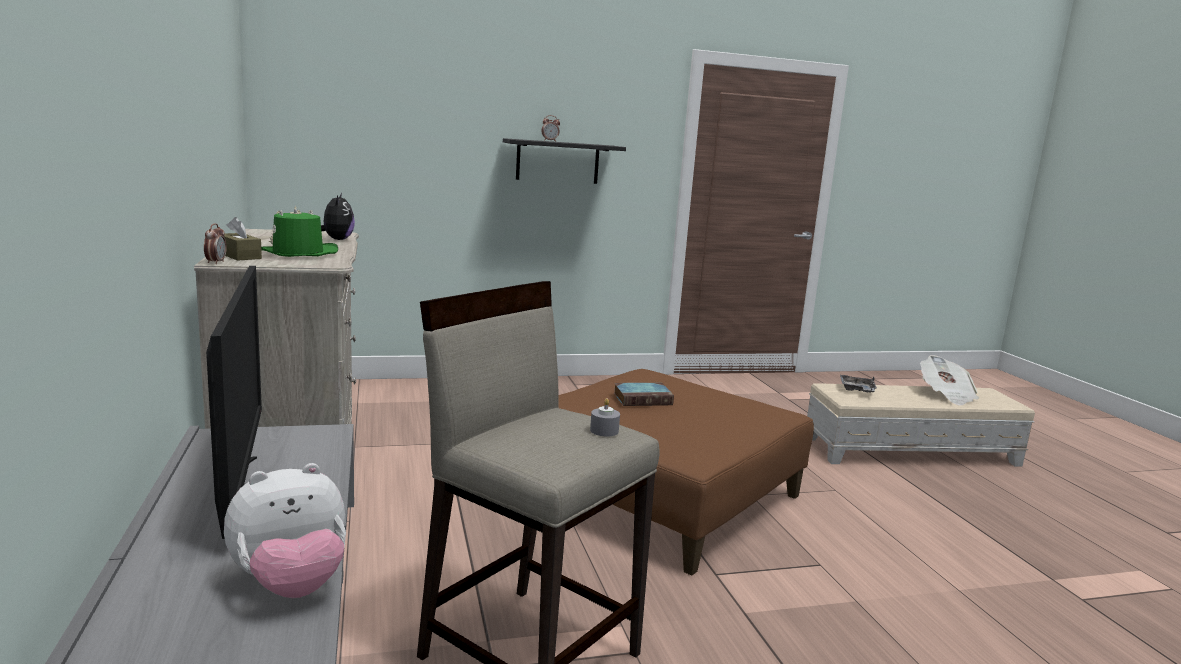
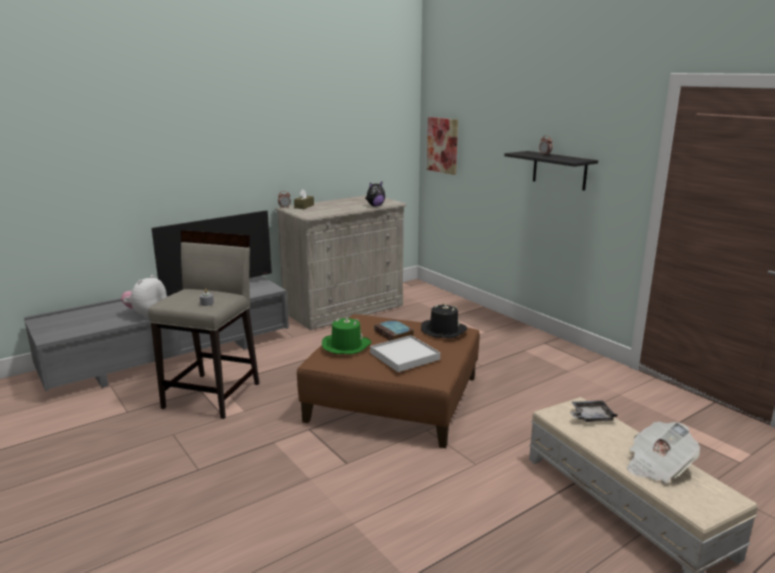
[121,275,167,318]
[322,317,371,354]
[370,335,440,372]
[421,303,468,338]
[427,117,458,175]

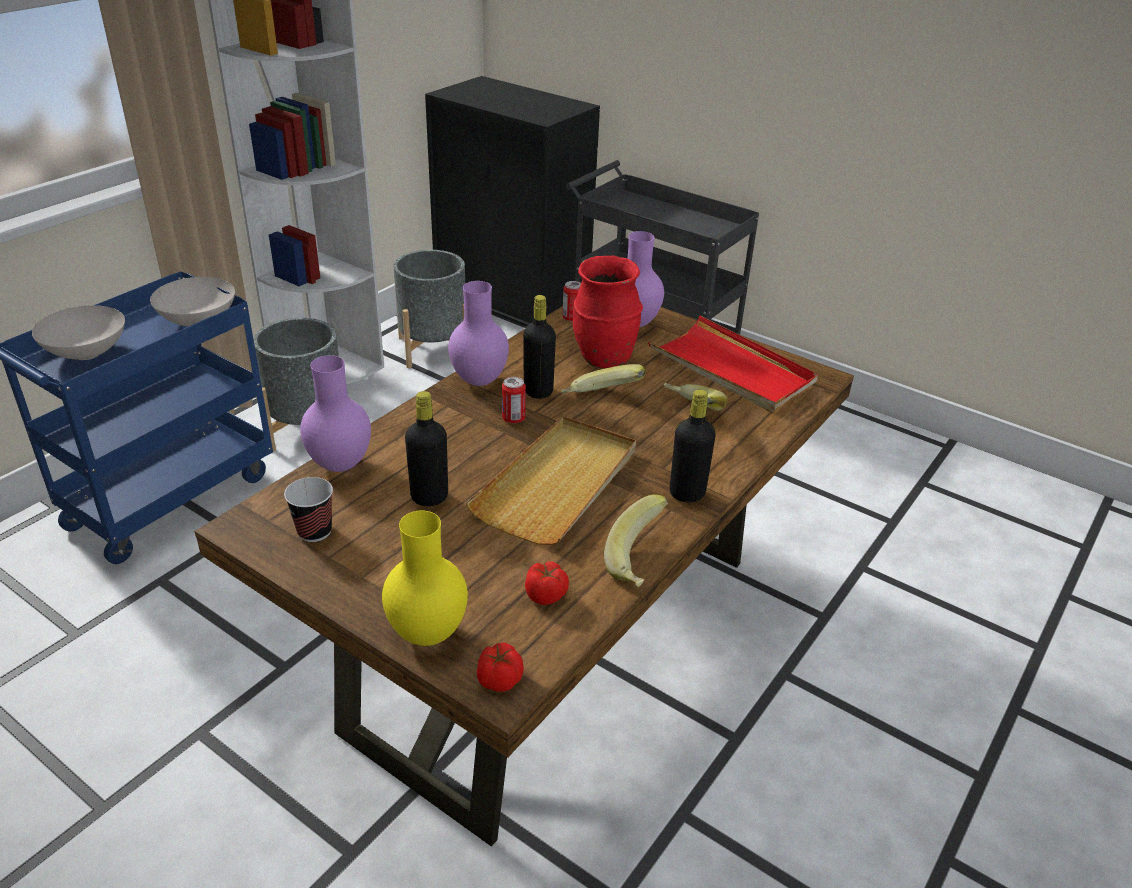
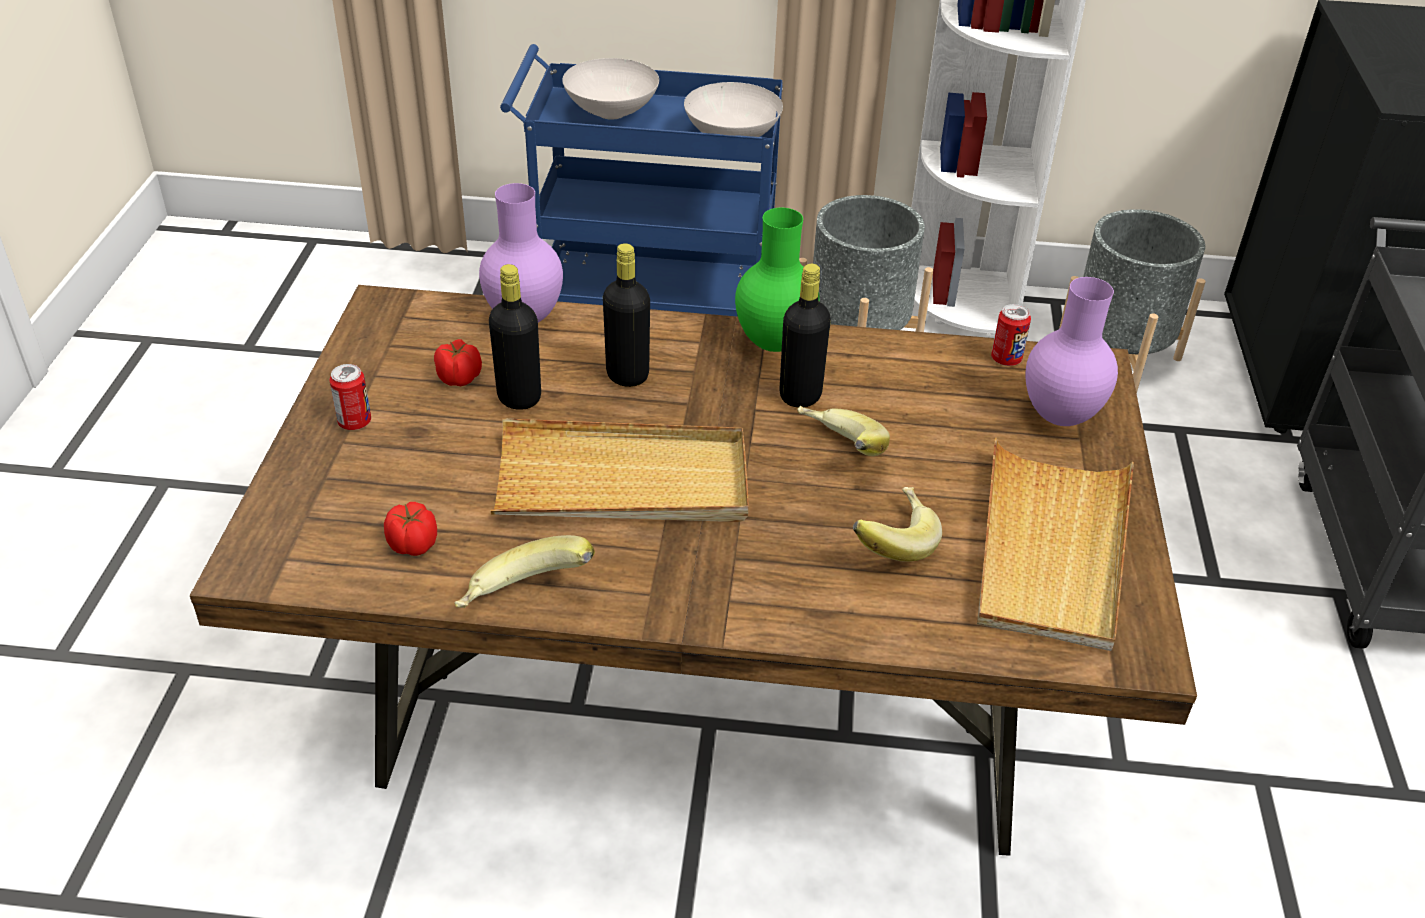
[284,477,333,542] (first image)
[382,510,468,646] (first image)
[735,207,820,352]
[434,339,482,386]
[329,364,371,430]
[573,256,643,368] (first image)
[977,438,1134,651]
[603,243,650,387]

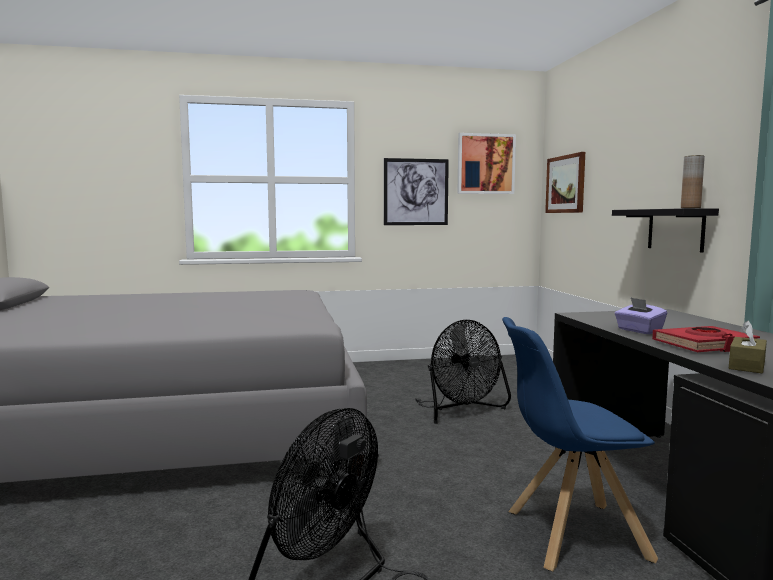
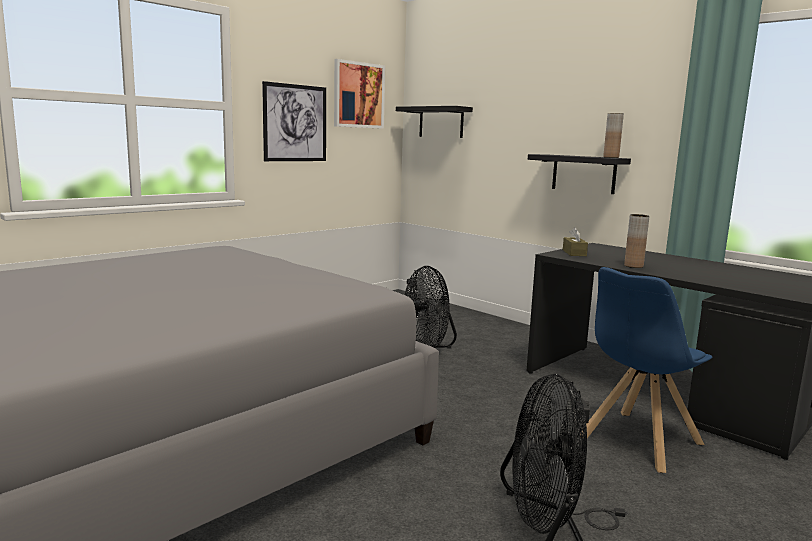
[396,106,473,138]
[624,214,650,268]
[652,326,760,352] (first image)
[563,227,588,256]

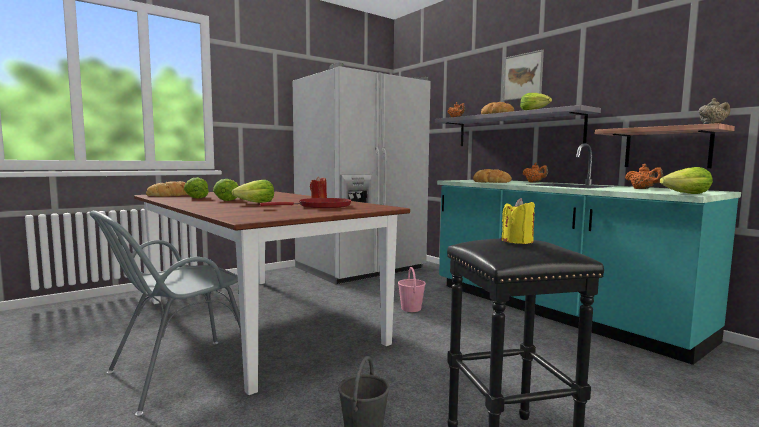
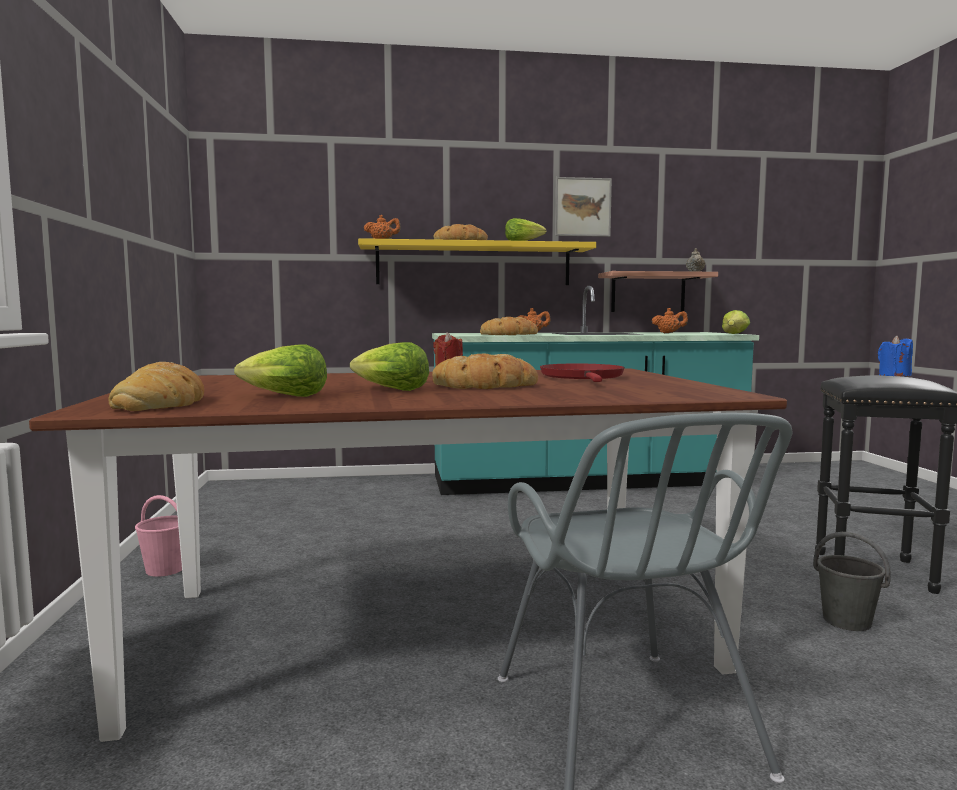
[432,353,538,389]
[293,62,431,285] (first image)
[135,495,182,577]
[358,238,596,285]
[878,336,913,376]
[555,177,612,237]

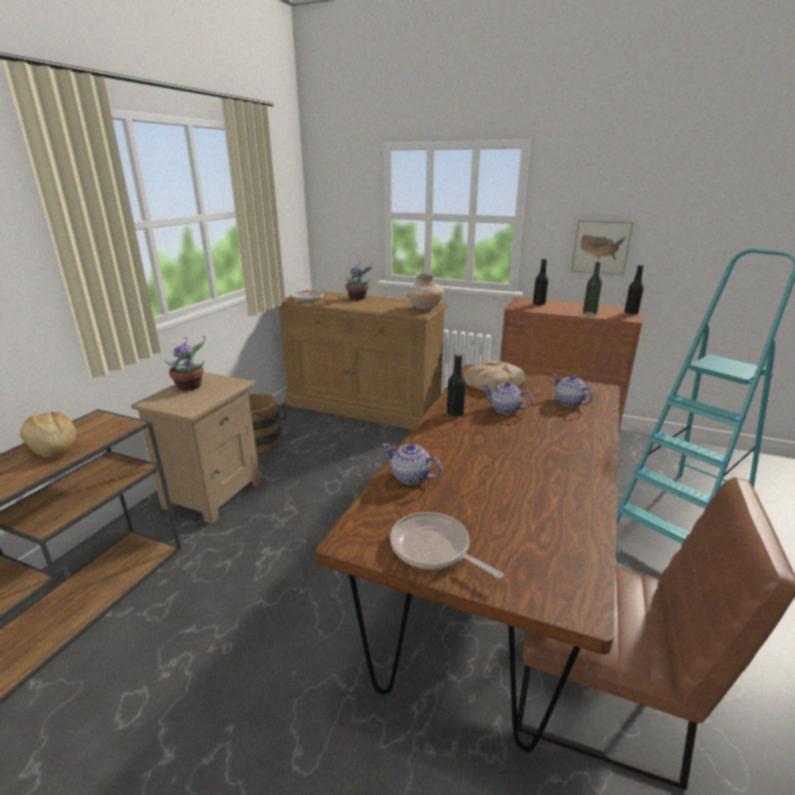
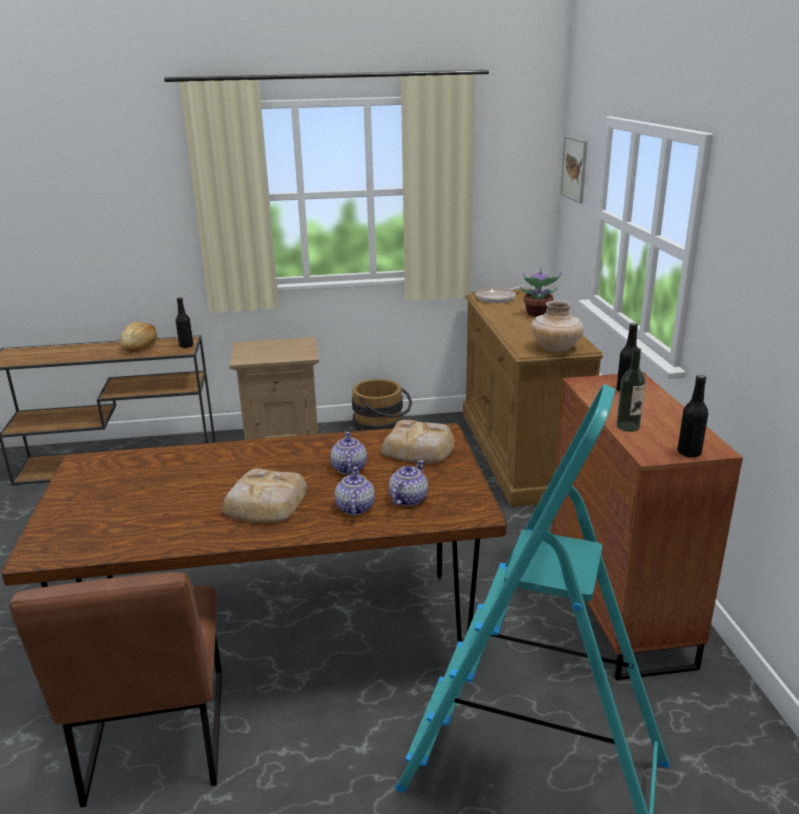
[164,336,205,391] (first image)
[335,467,375,516]
[390,512,504,579] (first image)
[176,297,193,348]
[561,136,588,203]
[222,468,307,523]

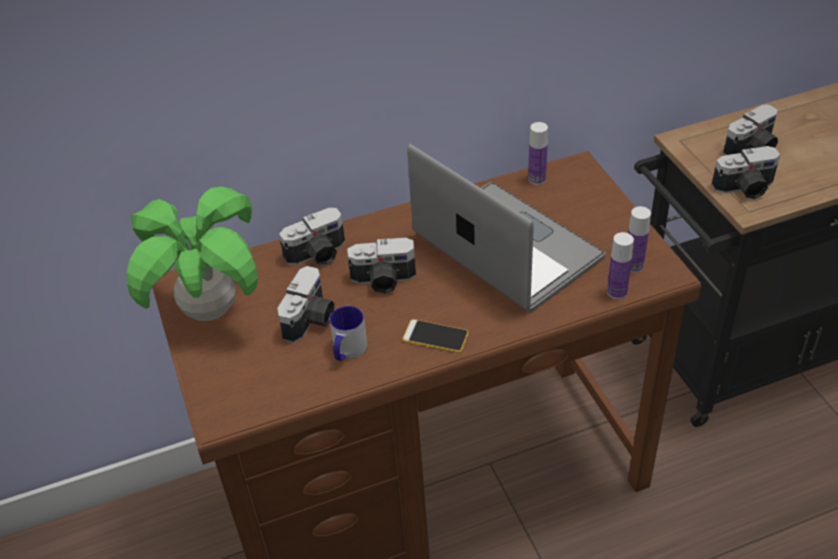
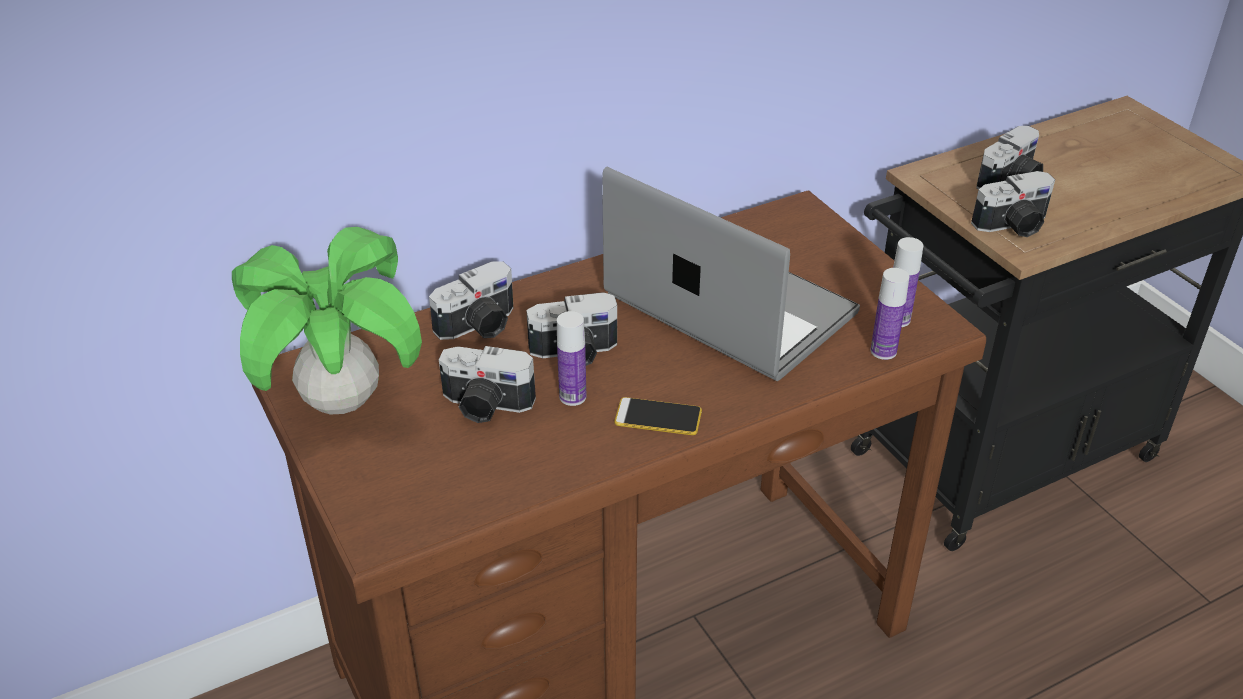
[439,346,536,423]
[330,306,367,361] (first image)
[557,311,586,406]

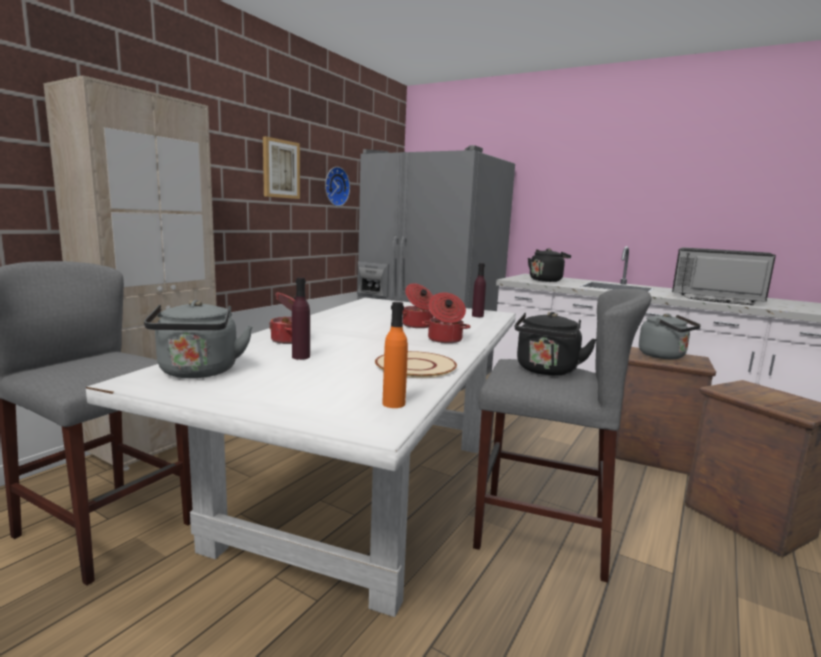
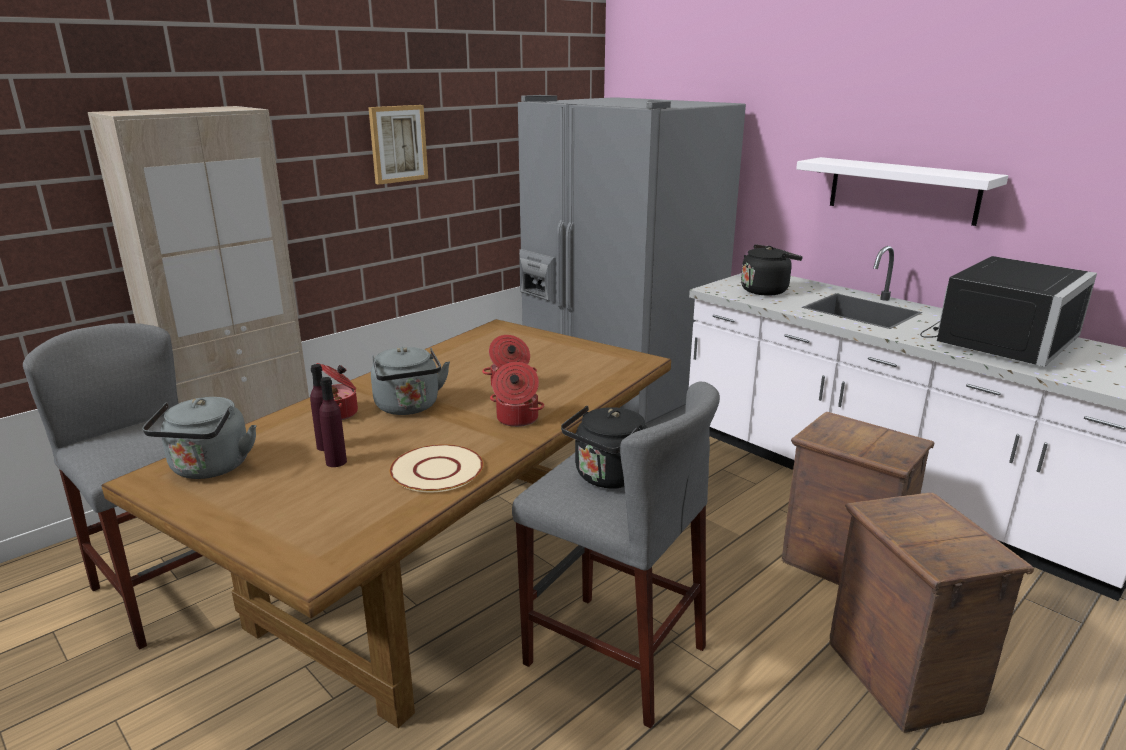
[102,319,671,728]
[325,167,350,206] (first image)
[382,302,408,408] (first image)
[319,377,347,467]
[371,347,450,415]
[920,256,1097,367]
[796,157,1008,226]

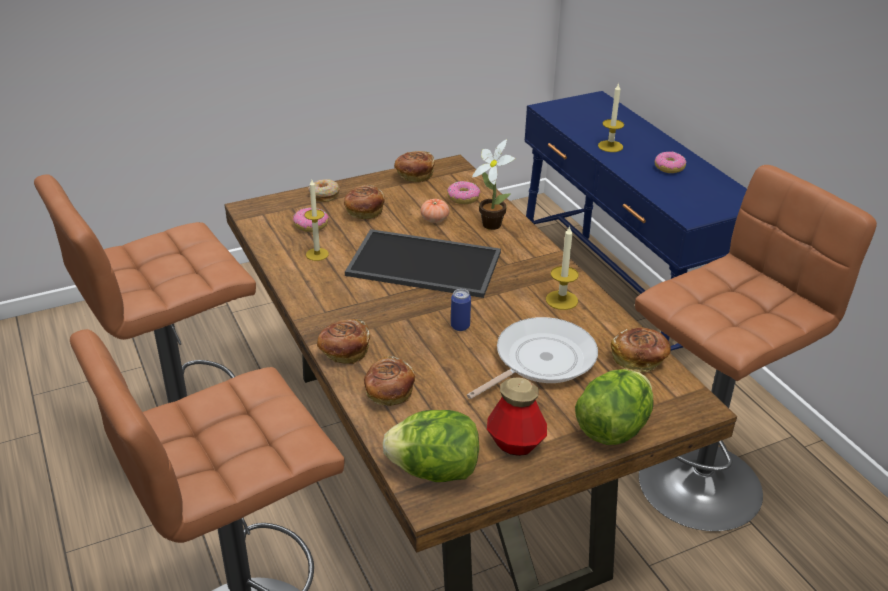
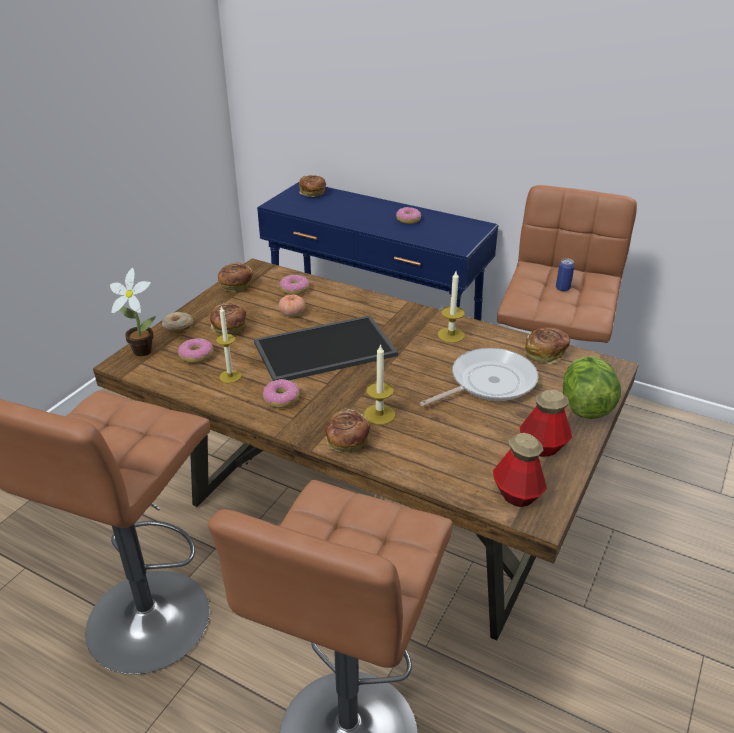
[299,175,326,197]
[493,433,547,507]
[556,258,575,291]
[420,348,538,406]
[110,268,156,356]
[364,344,395,425]
[263,379,299,408]

